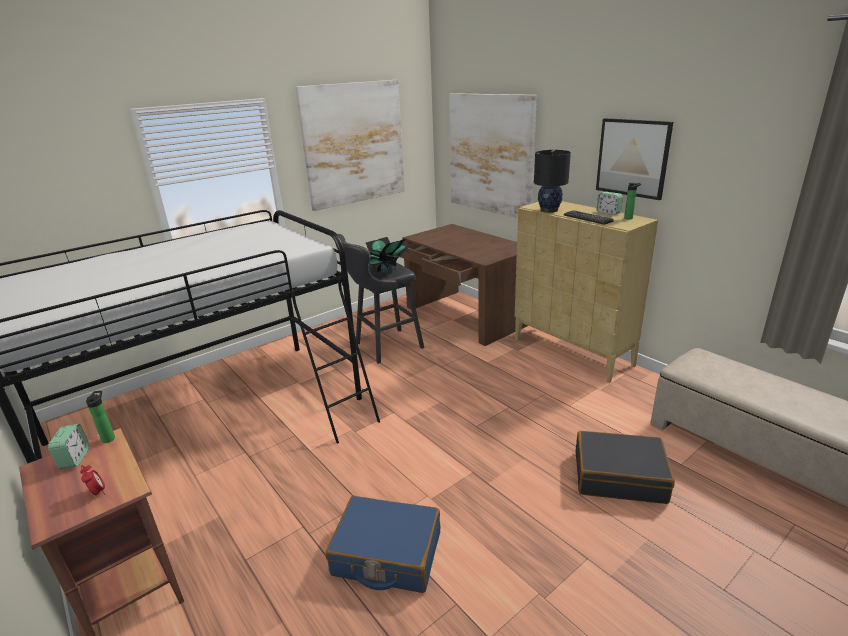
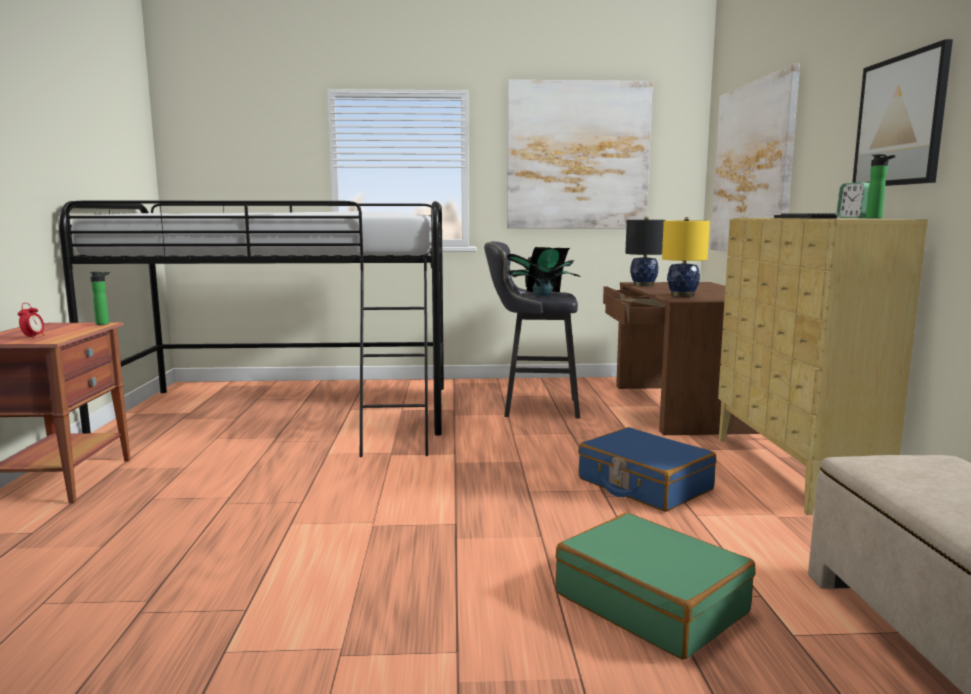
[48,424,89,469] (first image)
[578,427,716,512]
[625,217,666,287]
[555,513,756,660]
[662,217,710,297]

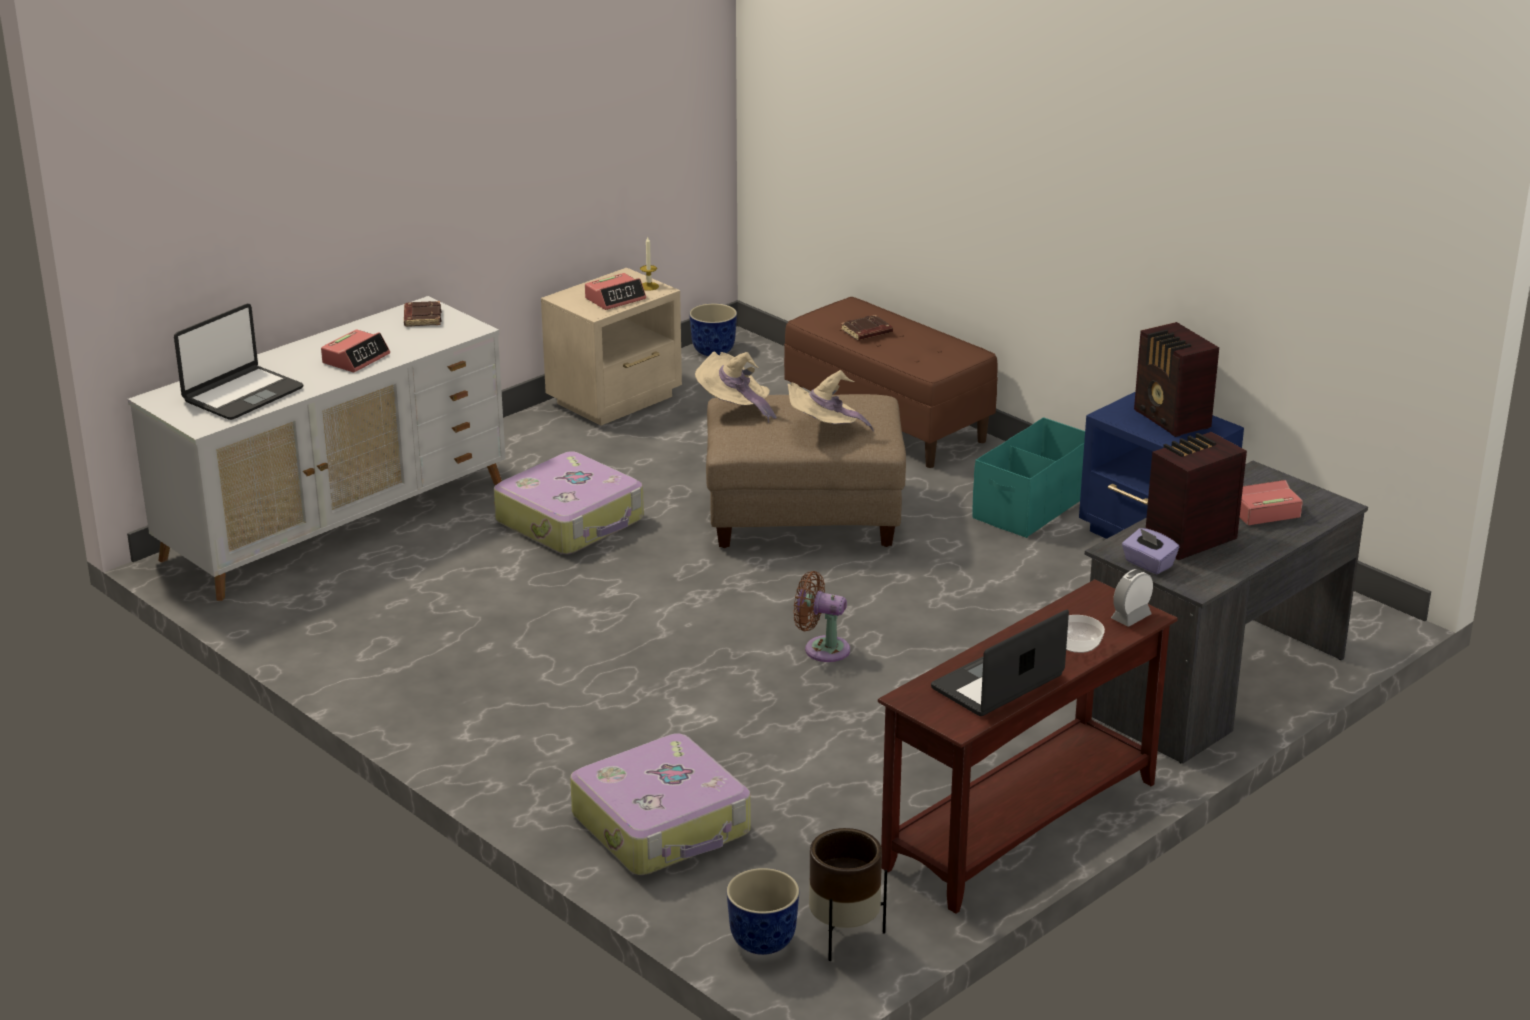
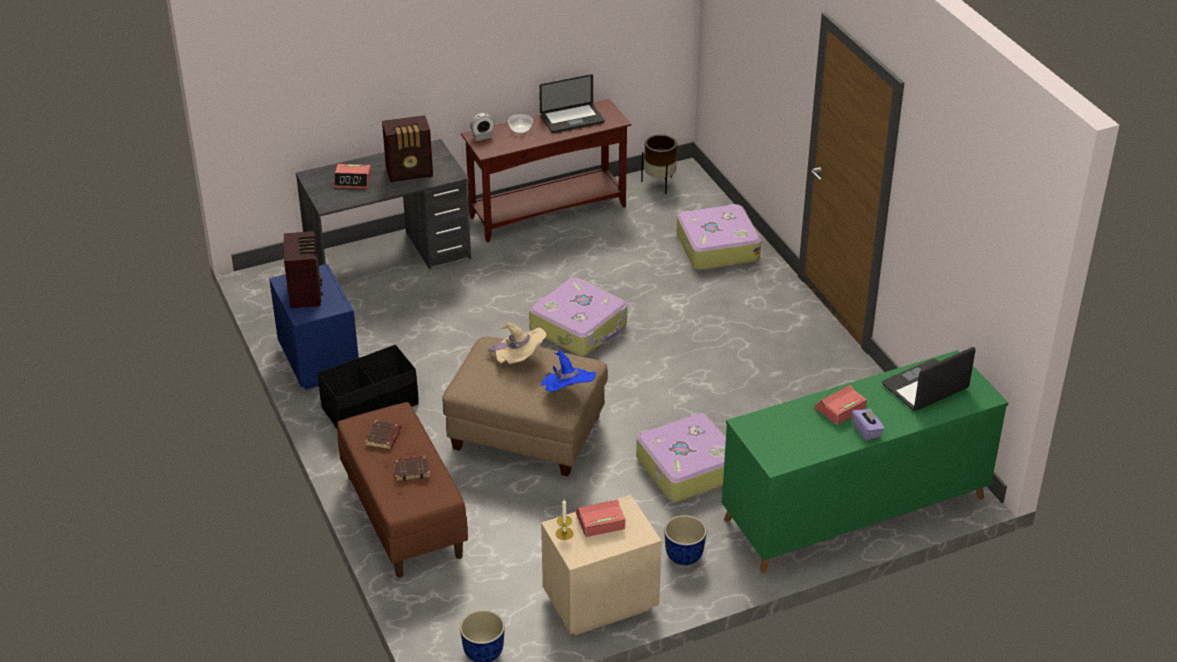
[722,350,1008,573]
[365,420,401,449]
[541,350,596,392]
[664,515,707,565]
[529,277,627,356]
[318,345,419,428]
[852,407,885,441]

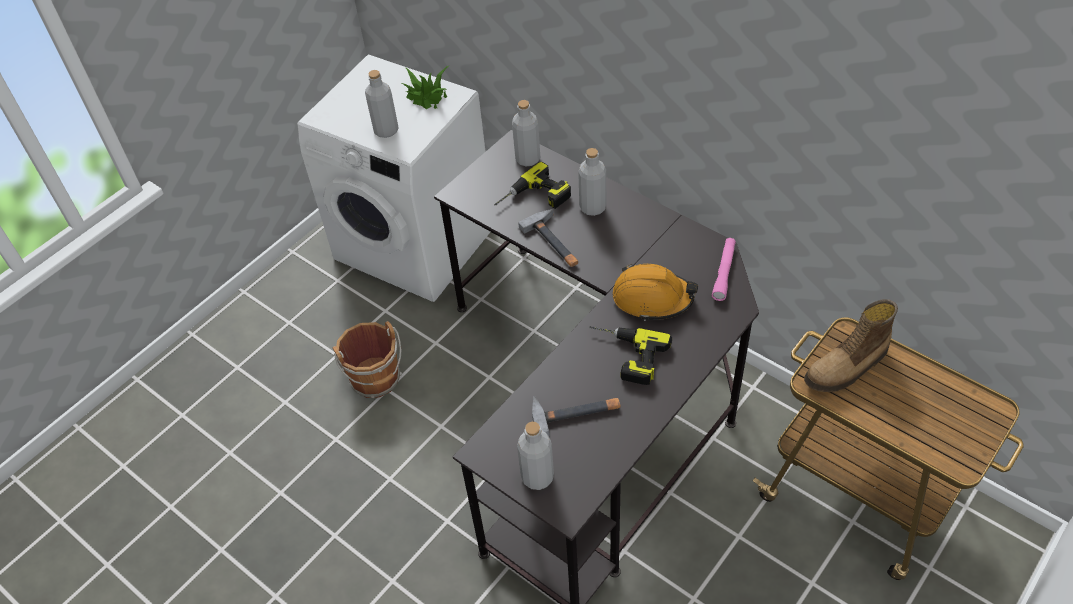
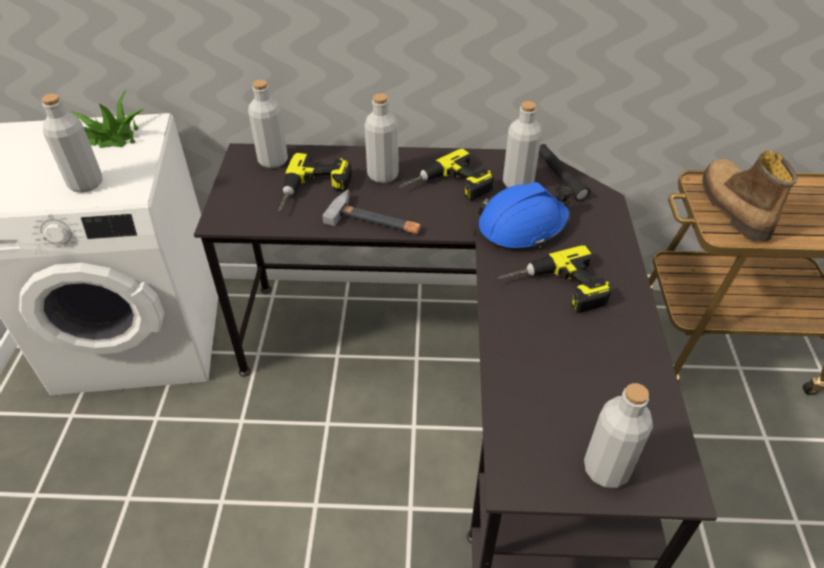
[332,321,402,398] (first image)
[532,396,621,436] (first image)
[477,182,572,248]
[539,144,590,202]
[702,150,797,242]
[399,148,494,201]
[503,101,542,188]

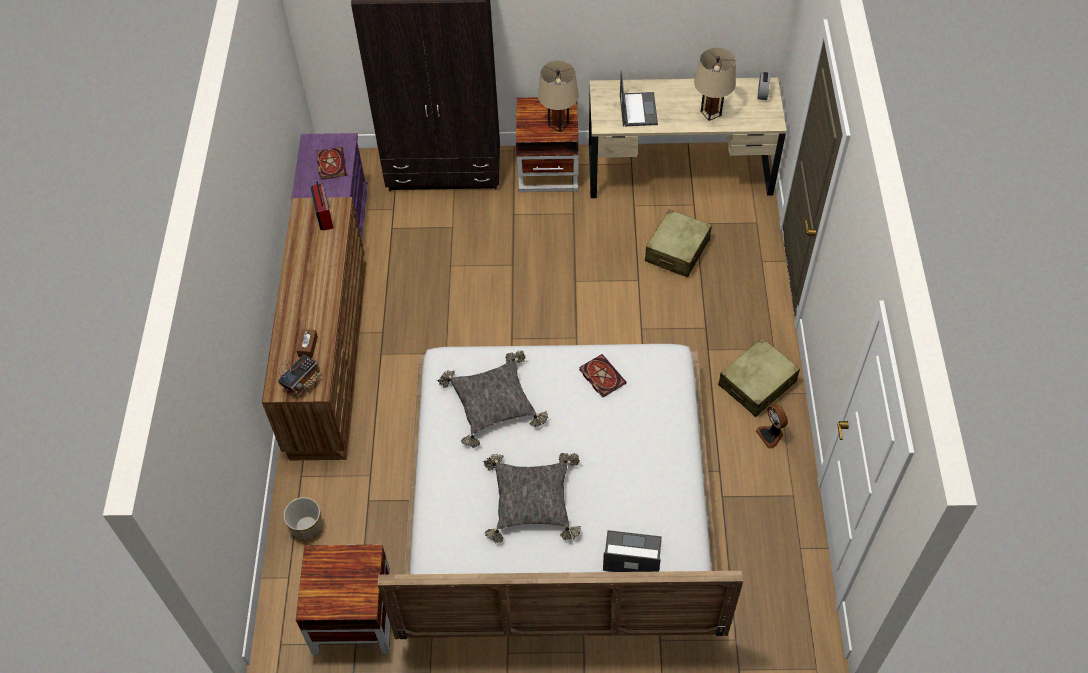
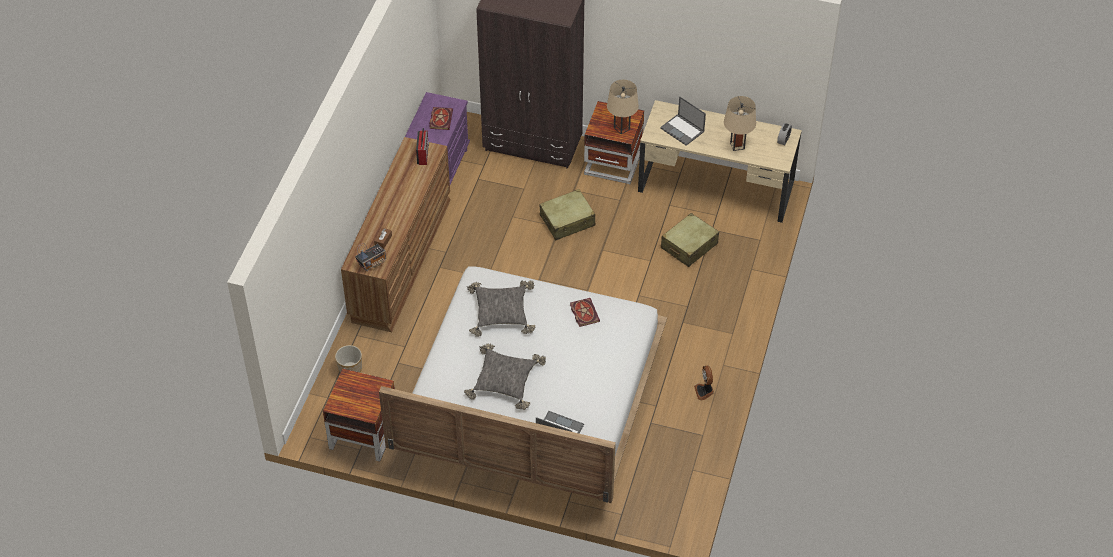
[660,96,706,146]
[539,189,595,240]

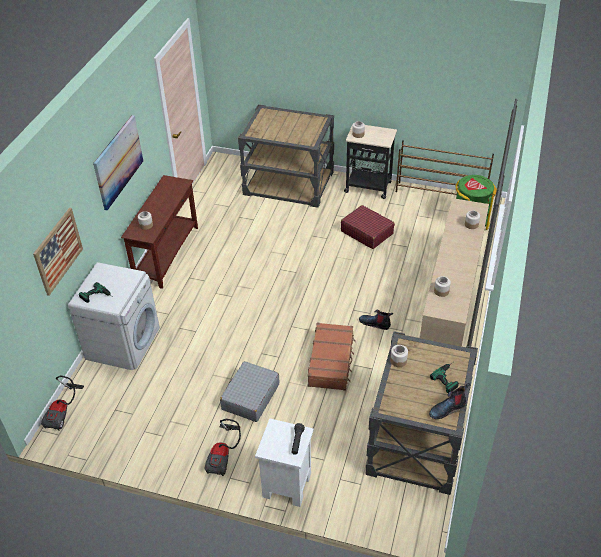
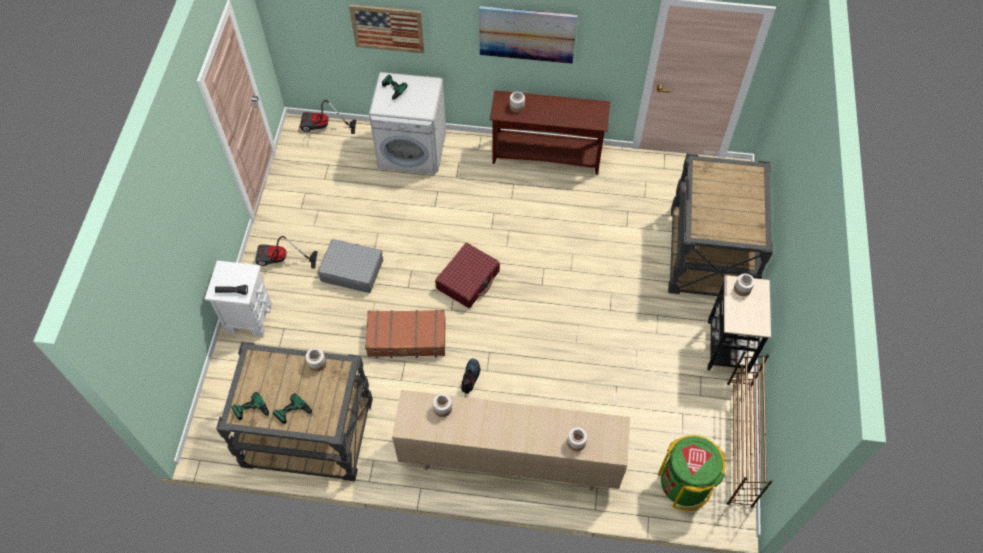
[435,243,500,308]
[231,392,271,420]

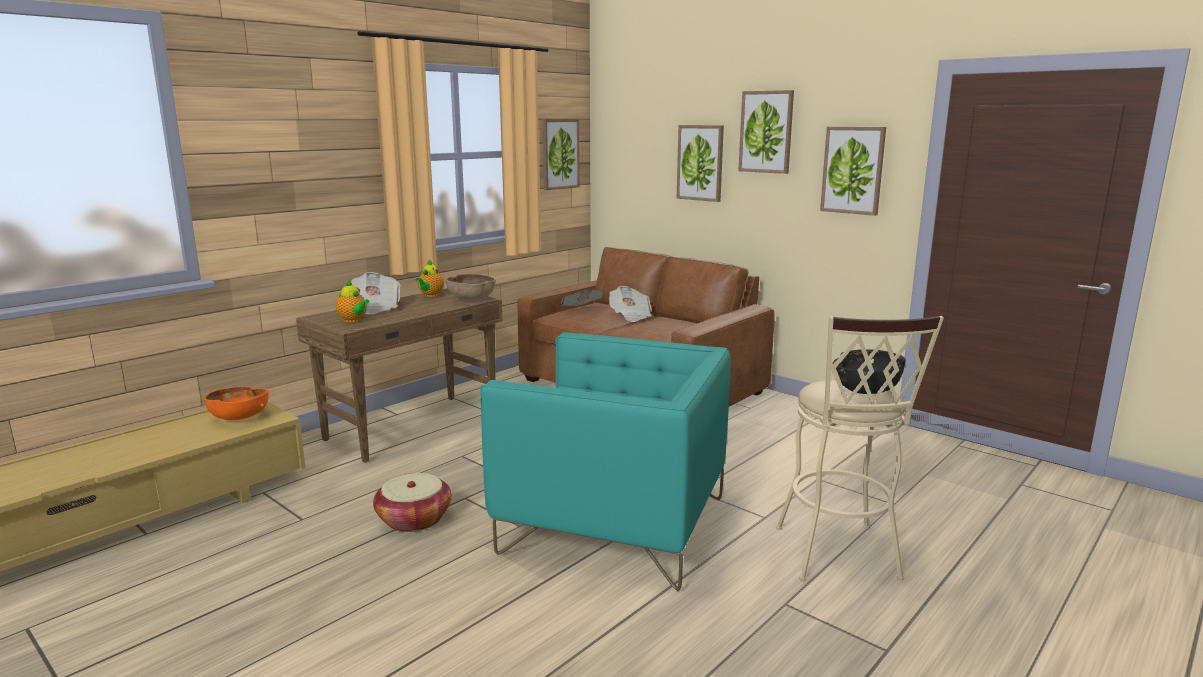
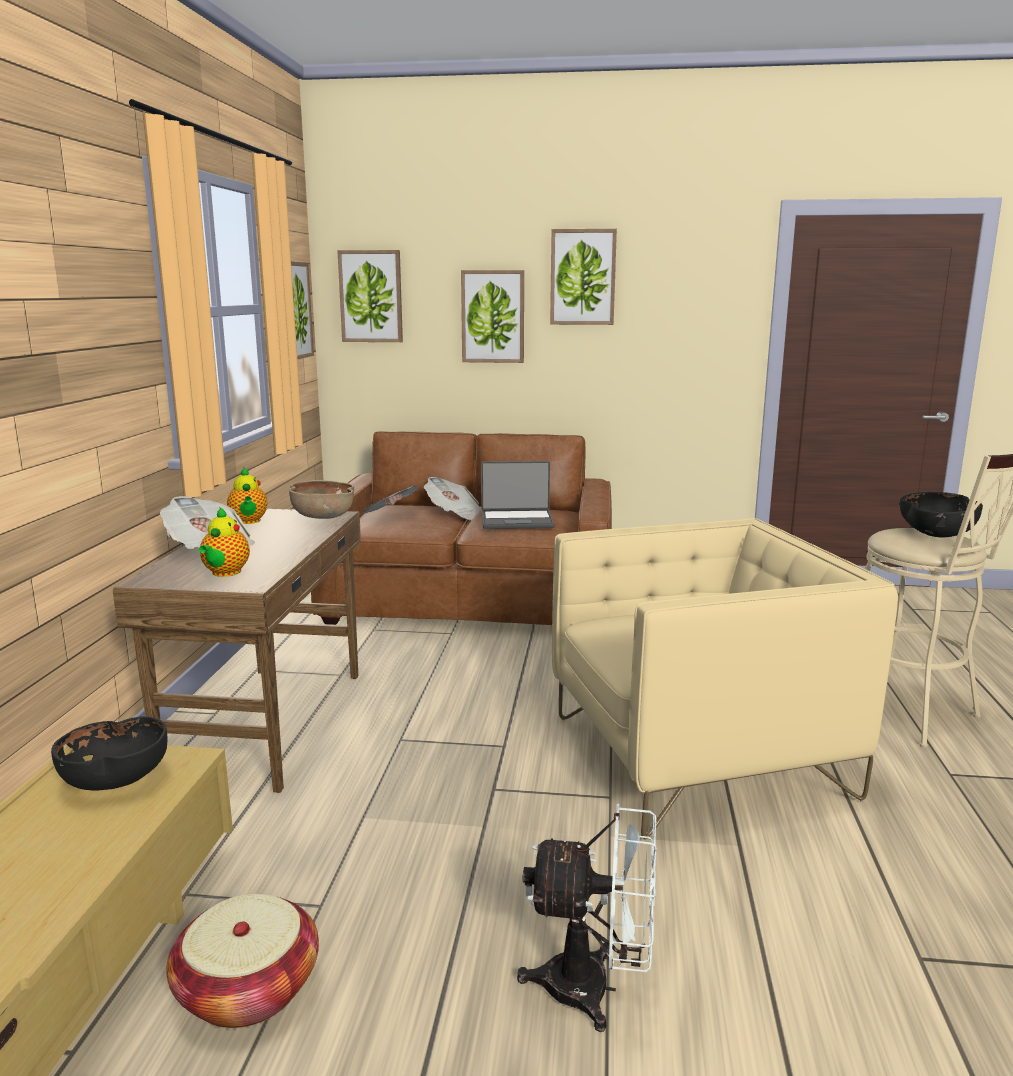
[51,716,167,791]
[199,507,250,577]
[166,894,319,1028]
[552,518,898,840]
[337,250,403,342]
[481,461,555,529]
[517,803,657,1032]

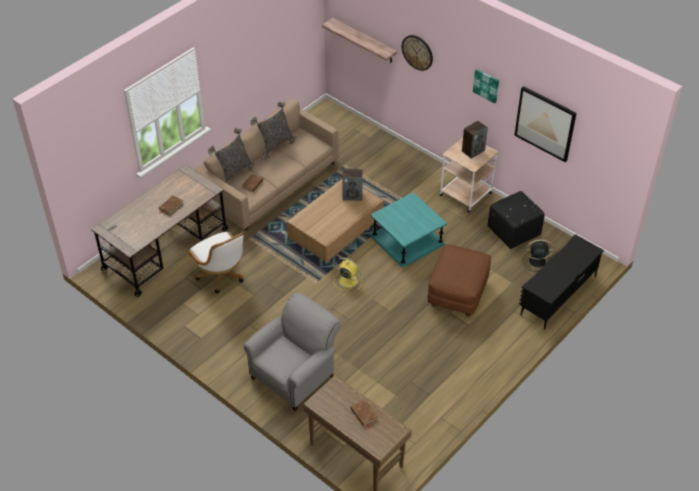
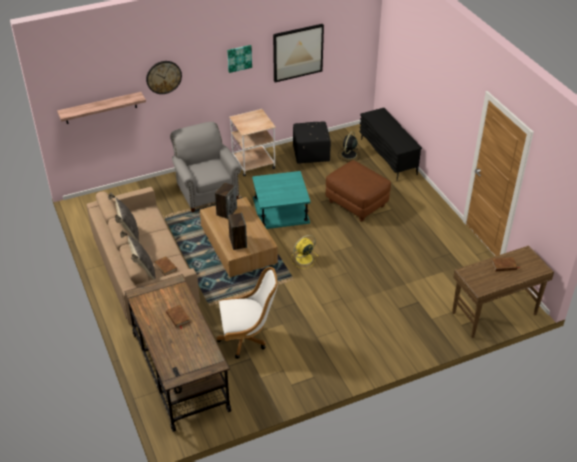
[170,122,241,213]
[228,213,247,250]

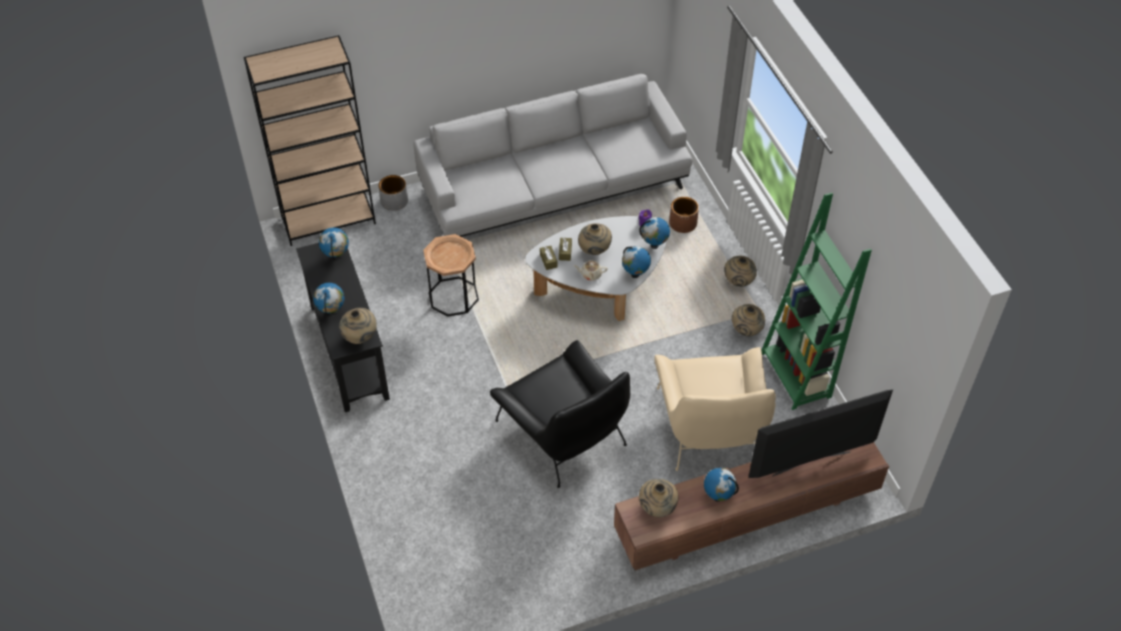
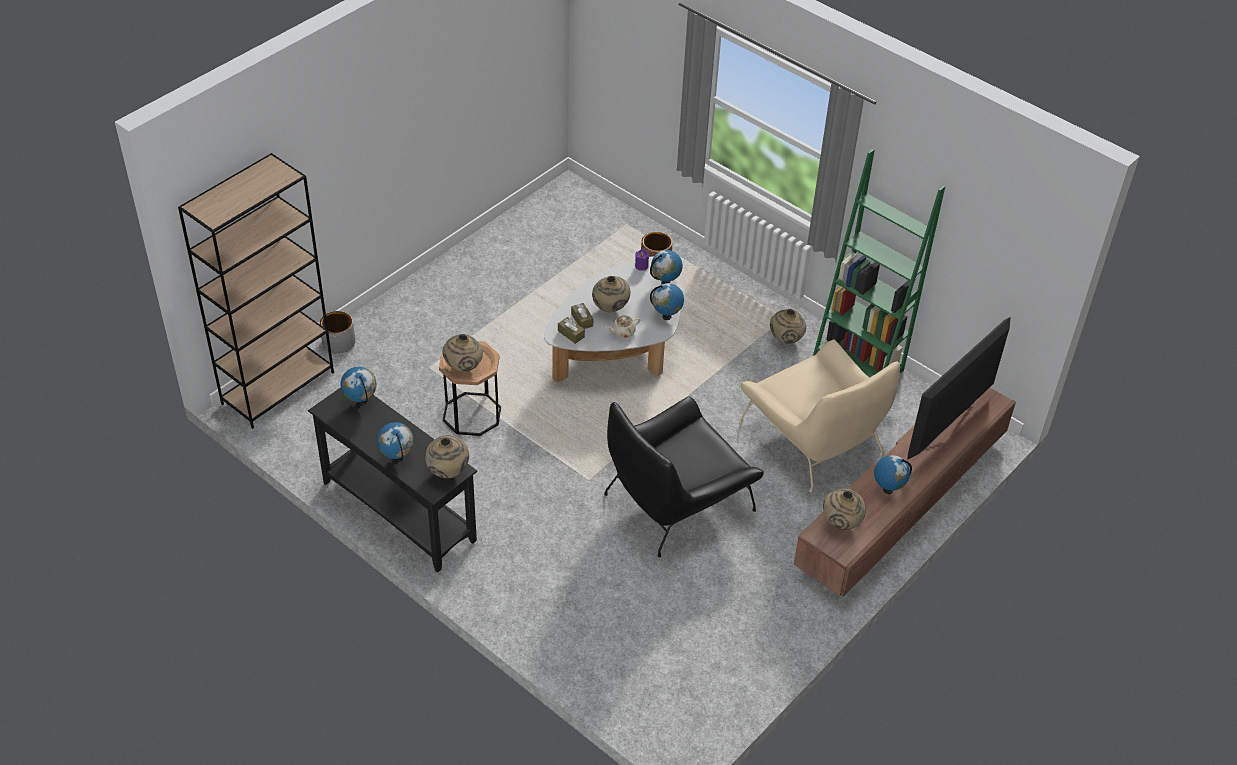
[414,74,692,237] (first image)
[604,396,764,557]
[443,334,483,372]

